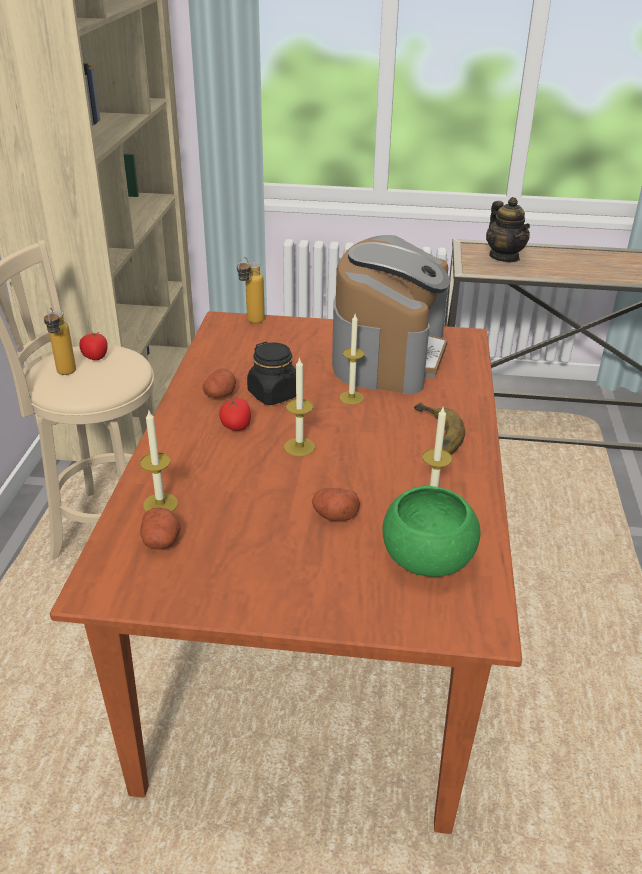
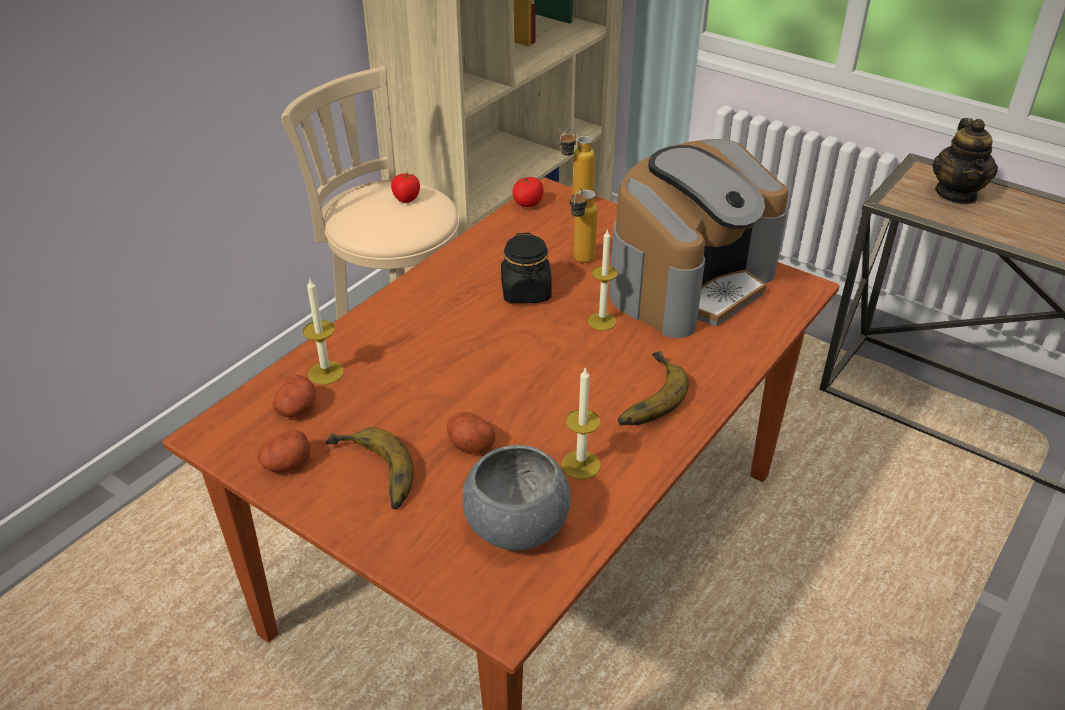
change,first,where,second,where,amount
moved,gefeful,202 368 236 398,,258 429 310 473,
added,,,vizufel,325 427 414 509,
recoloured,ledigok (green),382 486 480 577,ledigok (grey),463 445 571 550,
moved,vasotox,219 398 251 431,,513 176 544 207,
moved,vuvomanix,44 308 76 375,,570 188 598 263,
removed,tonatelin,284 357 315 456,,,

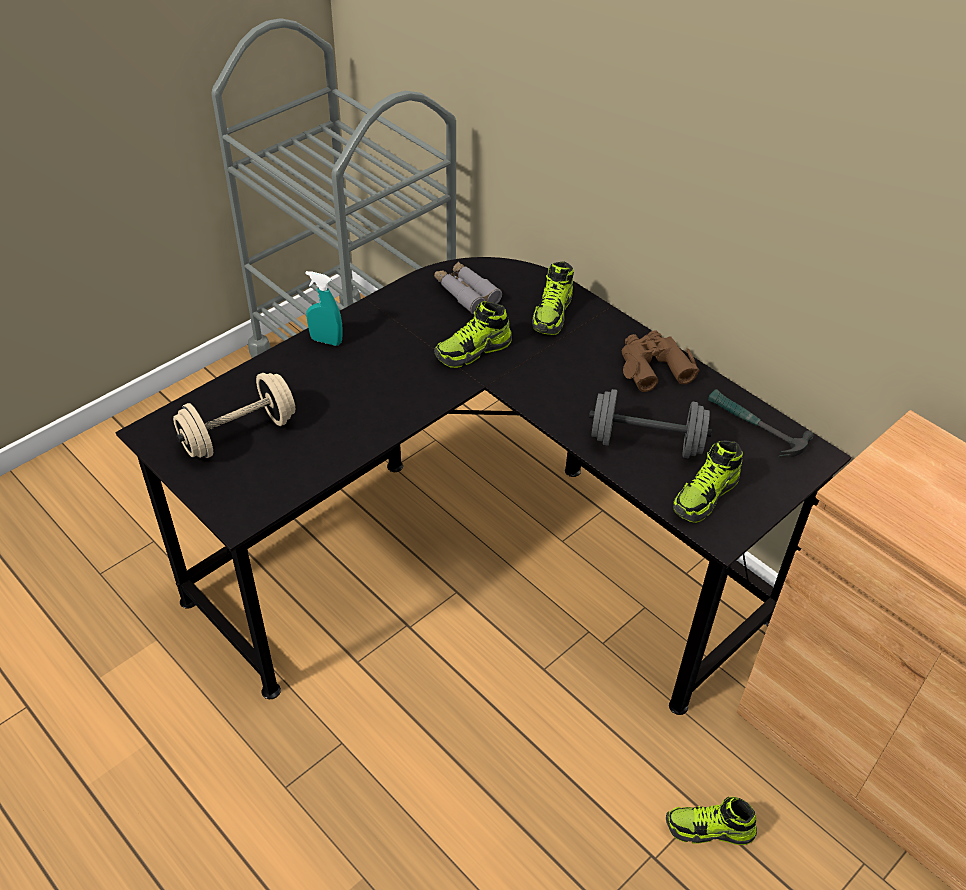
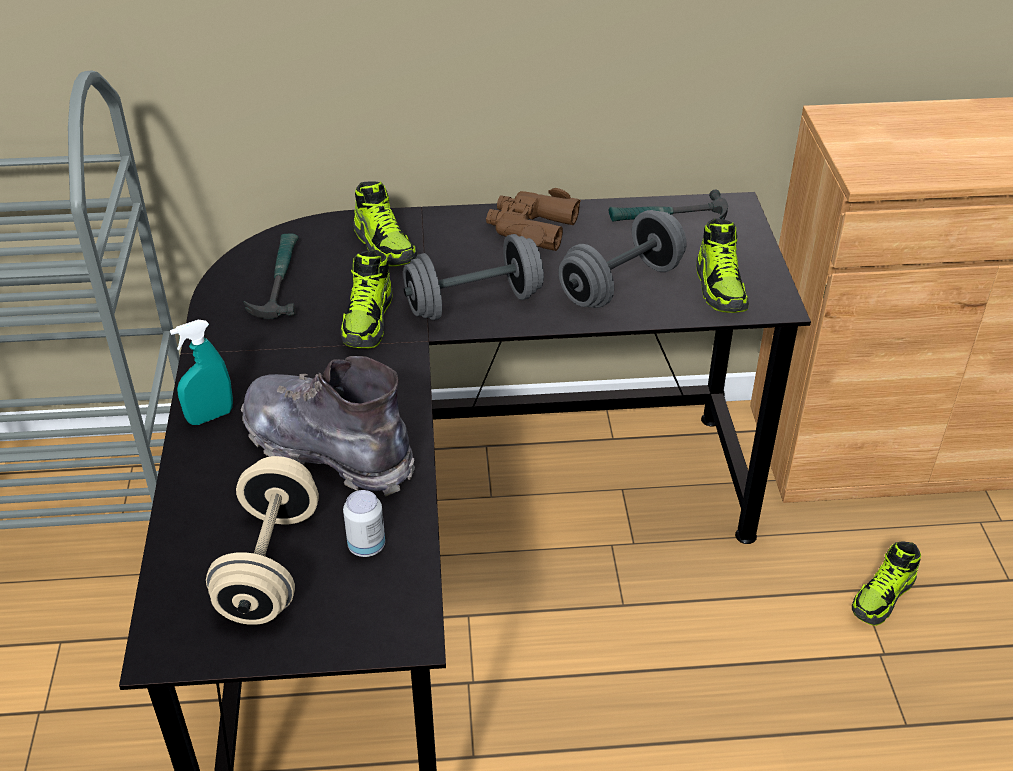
change,first,where,second,where,amount
added,,,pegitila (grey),241 356 415 496,
replaced,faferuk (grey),434 262 502 314,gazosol,244 234 299 319,
added,,,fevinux,343 490 385 557,
added,,,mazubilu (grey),403 234 544 321,

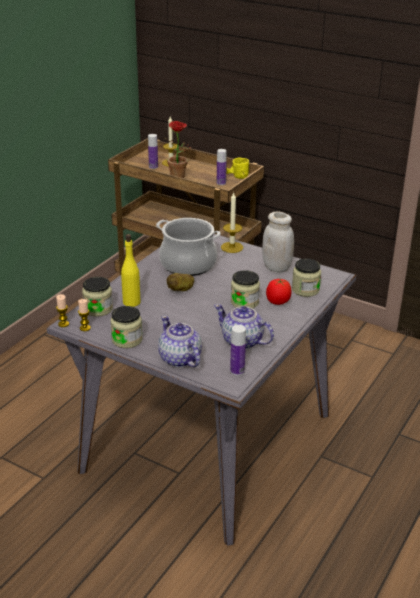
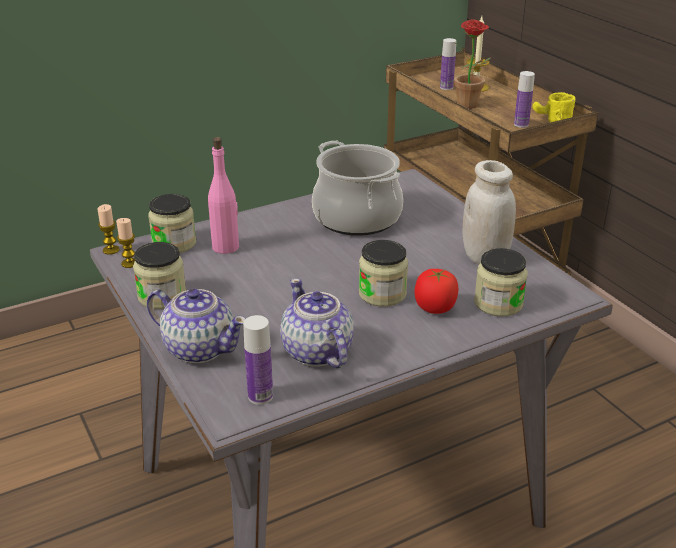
change,first,where,second,where,amount
turned,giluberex,158 316 202 367,,147 289 246 363,120 degrees clockwise
recoloured,vuvomanix (yellow),121 234 141 307,vuvomanix (pink),208 137 239 254,
removed,gefeful,167 273 194 291,,,
removed,tonatelin,221 192 243 253,,,

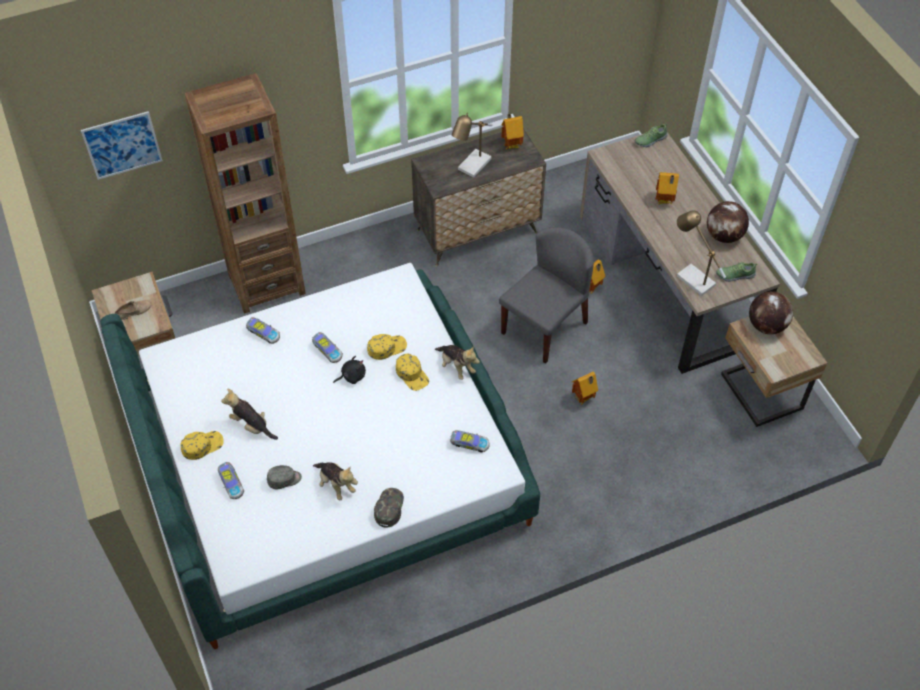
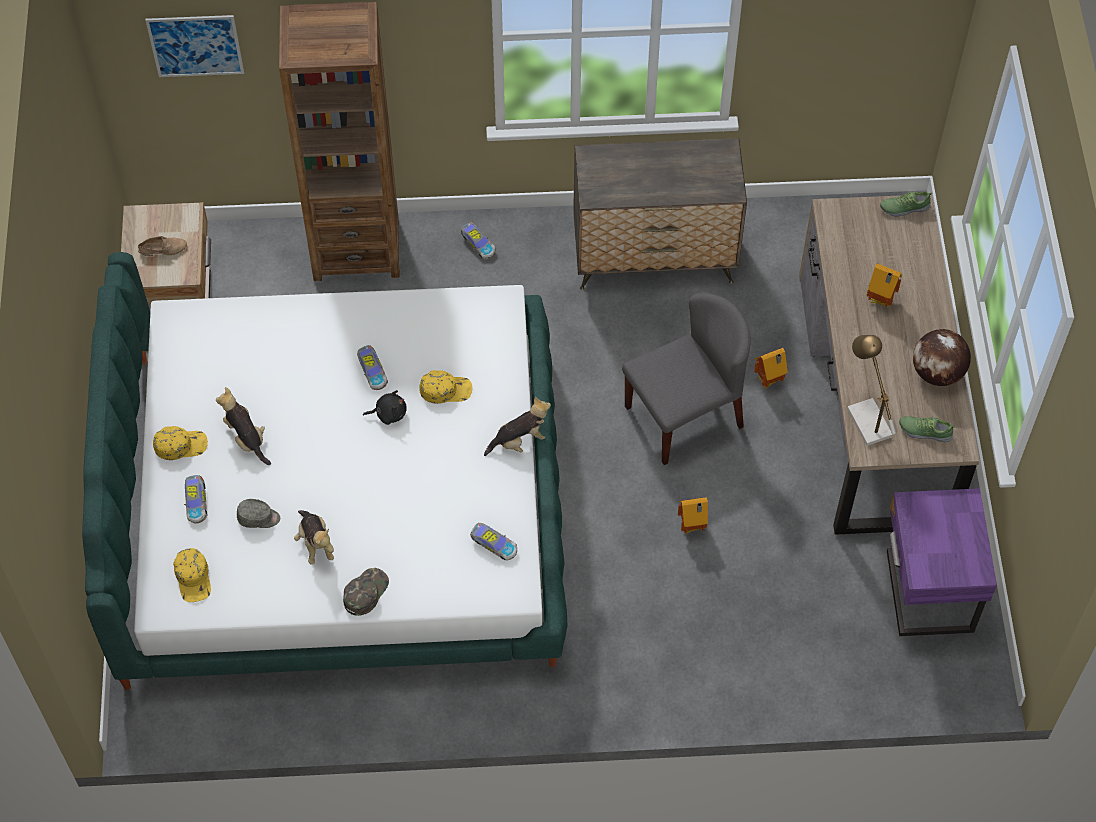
change,first,where,second,where,amount
moved,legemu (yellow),396 354 429 391,,173 548 211 602,
moved,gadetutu,246 317 280 344,,461 222 496 259,
turned,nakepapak,435 345 480 380,,484 396 551 456,90 degrees counterclockwise
recoloured,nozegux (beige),721 317 827 427,nozegux (purple),887 488 997 636,
removed,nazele,452 113 493 178,,,
removed,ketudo,501 114 524 149,,,
removed,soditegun,749 291 793 334,,,

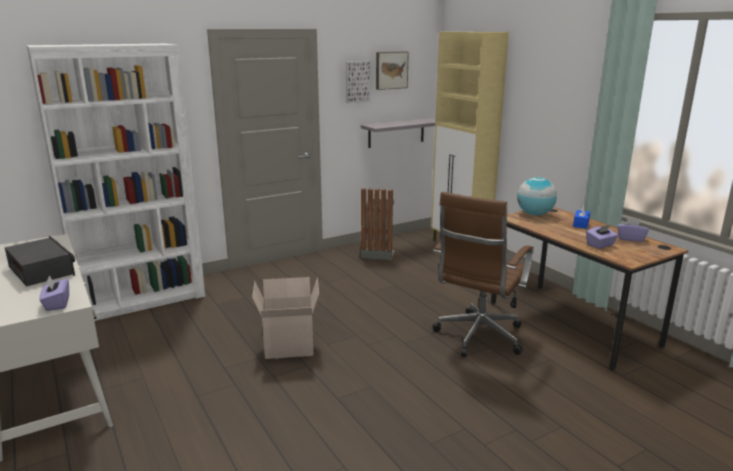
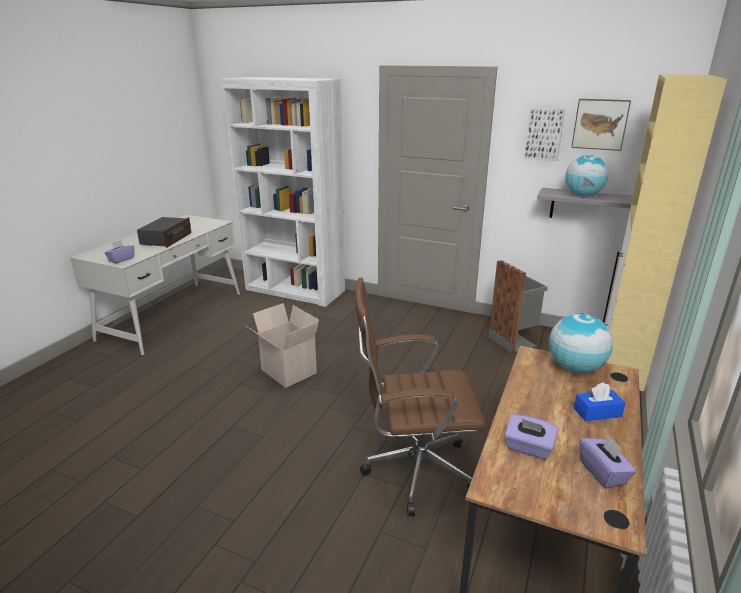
change,first,where,second,where,amount
added,,,soditegun,565 155 609 196,

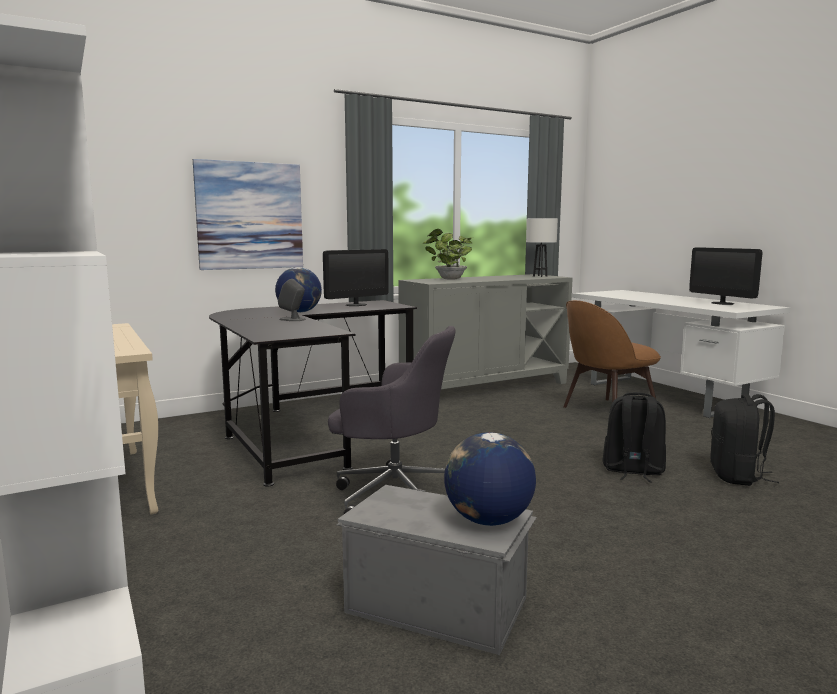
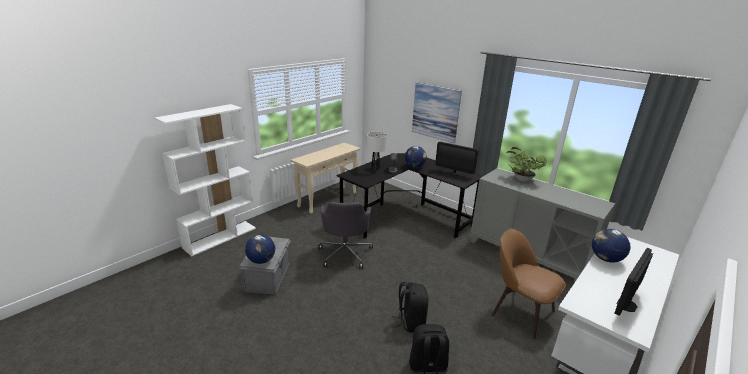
change,first,where,second,where,amount
moved,nazele (white),526 218 558 277,,367 132 387 170,
added,,,soditegun,592 229 630 263,

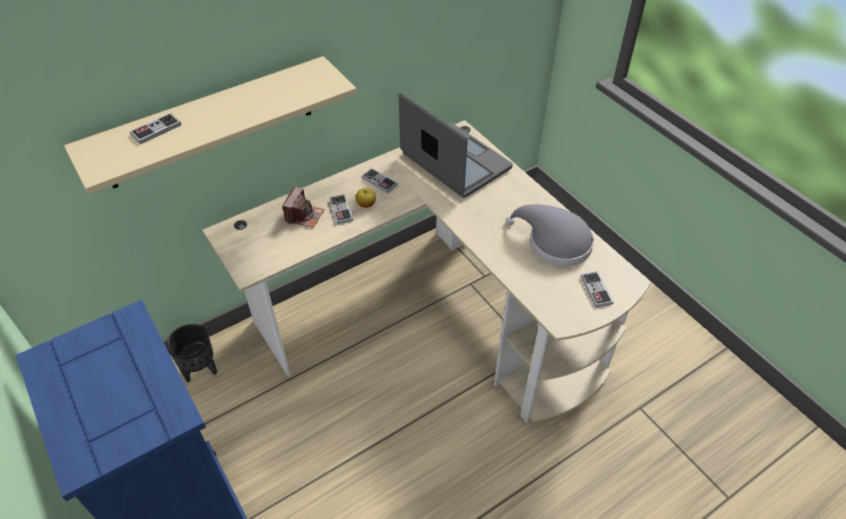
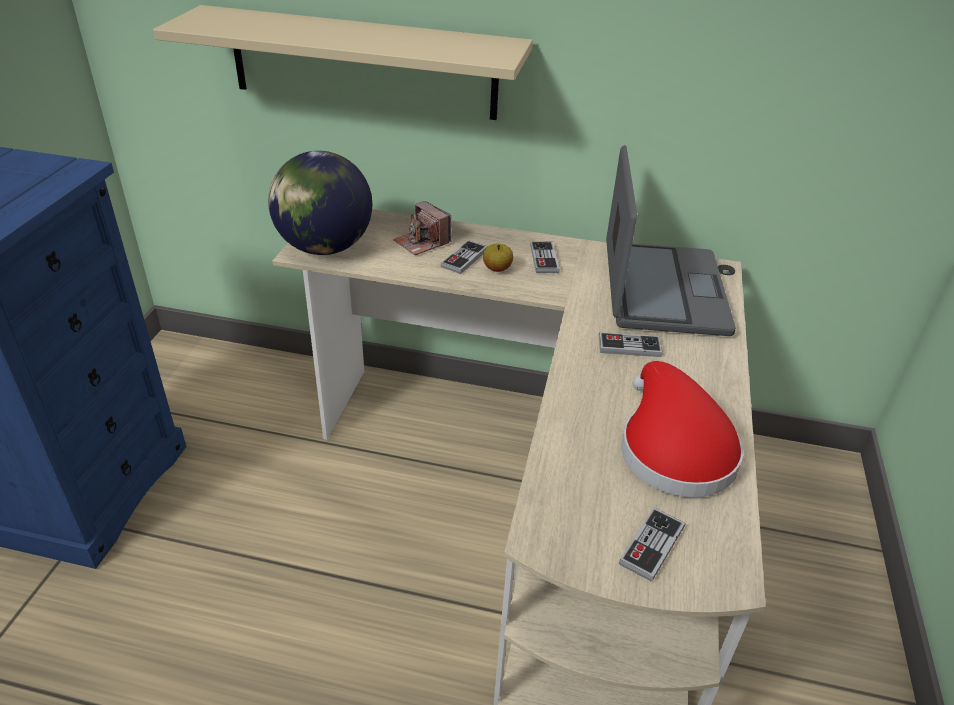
change,first,where,second,where,amount
added,,,soditegun,268 151 372 255,
turned,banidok,282 187 325 228,,393 201 451 255,75 degrees clockwise
moved,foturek,130 113 181 144,,599 332 662 357,
recoloured,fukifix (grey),506 204 594 266,fukifix (red),621 361 743 497,
removed,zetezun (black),167 324 217 382,,,

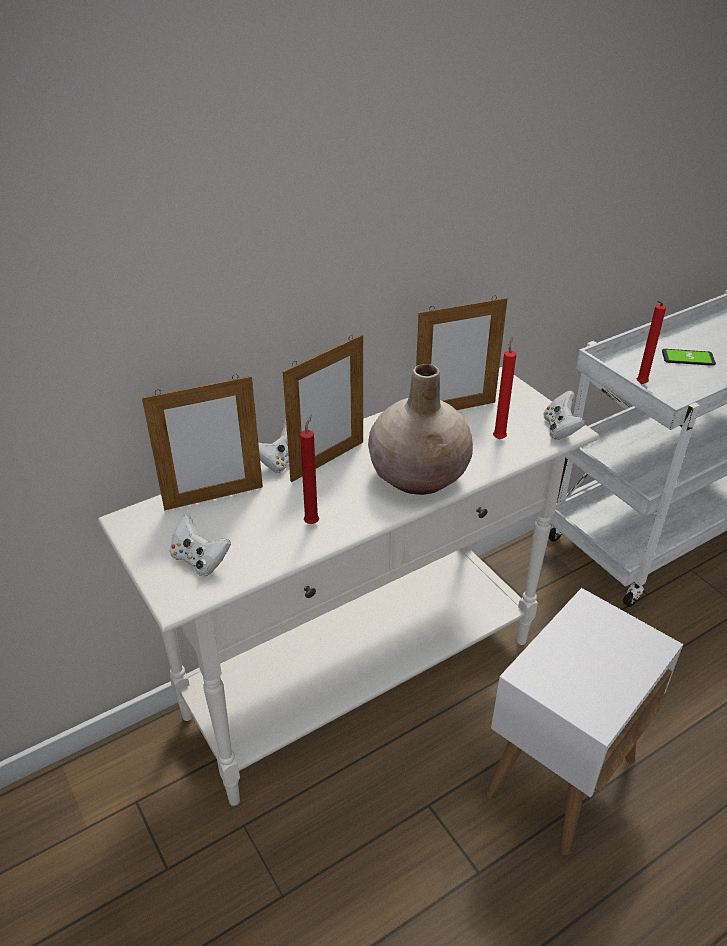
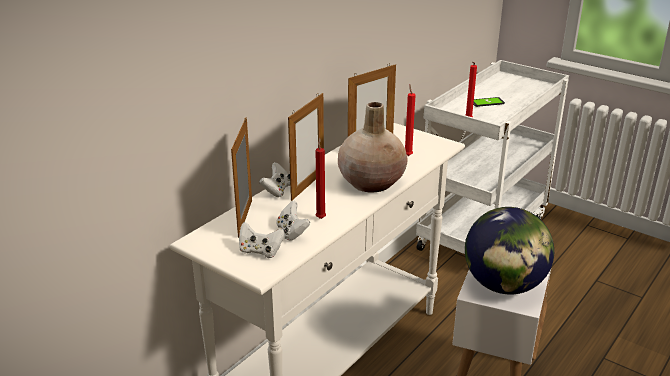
change,first,where,second,where,amount
turned,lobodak,142 374 263 511,,231 117 252 238,135 degrees clockwise
moved,foturek (white),544 391 585 440,,276 201 310 241,
added,,,soditegun,465 207 554 294,

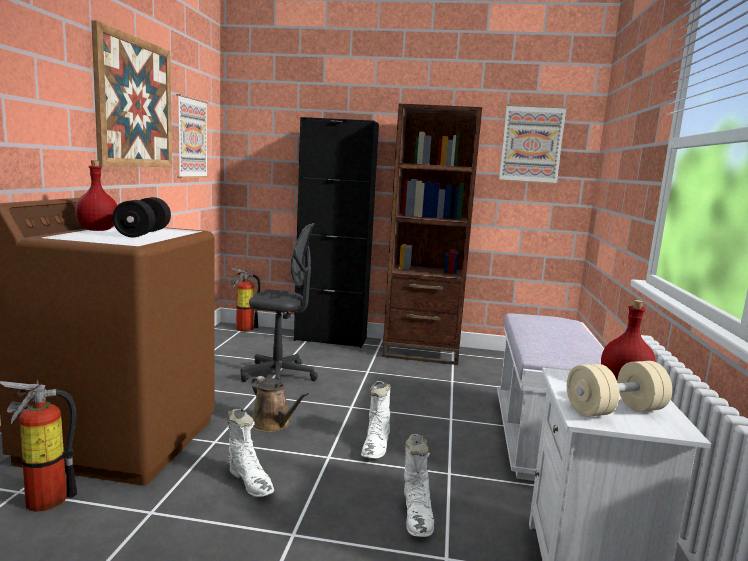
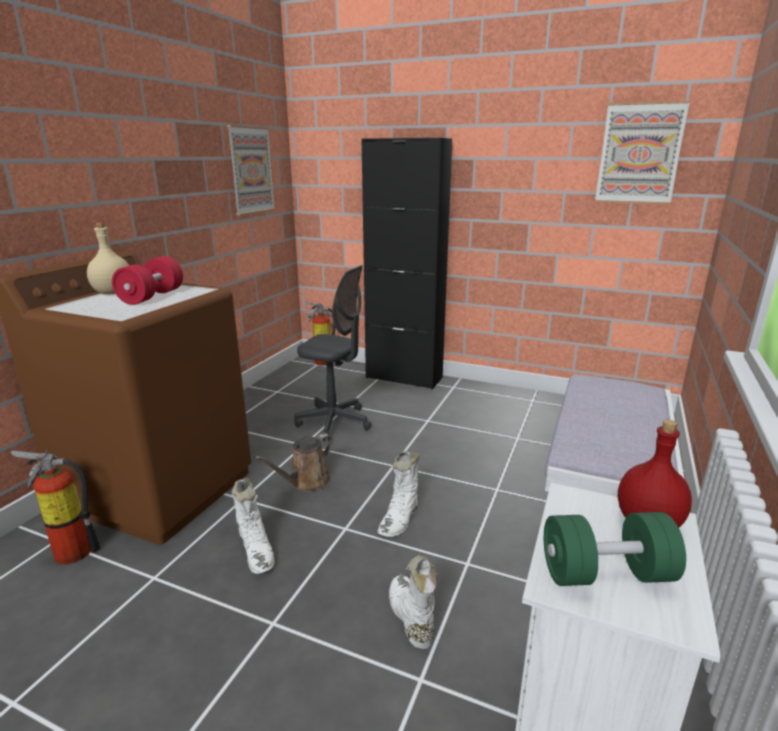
change,first,where,second,where,amount
recoloured,vuvomanix (red),75 160 117 231,vuvomanix (beige),87 222 129 294,
recoloured,mazubilu (black),113 197 171 237,mazubilu (red),112 256 183 305,
turned,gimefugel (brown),251 376 309 432,,255 433 334 492,75 degrees clockwise
turned,pegitila (white),404 434 434 537,,389 555 437 649,150 degrees clockwise
recoloured,mazubilu (beige),567 361 672 417,mazubilu (green),544 512 686 586,
removed,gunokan,91 20 172 167,,,
removed,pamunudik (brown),382 104 482 365,,,

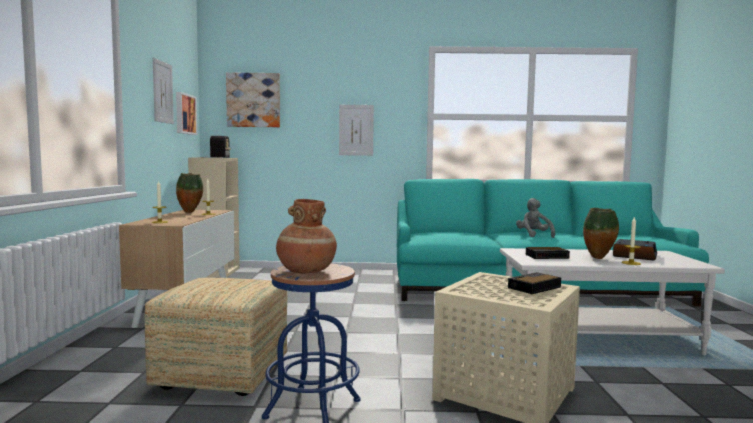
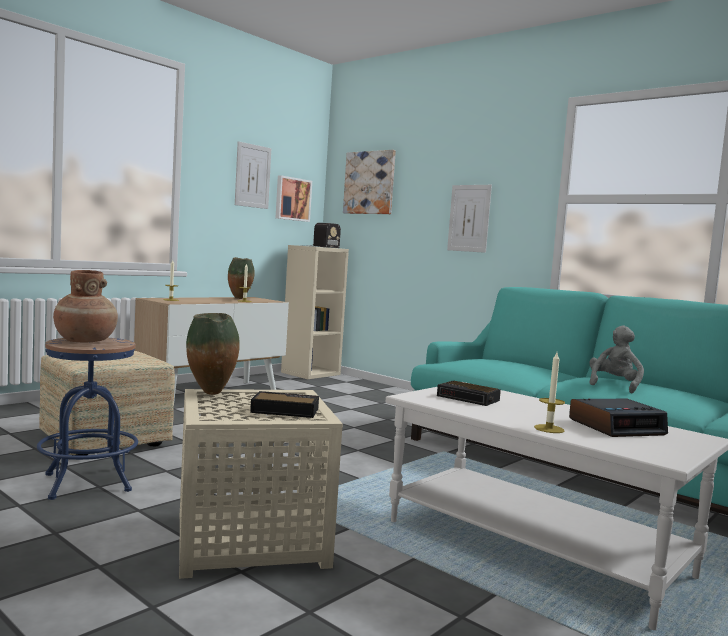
change,first,where,second,where,amount
moved,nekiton,583 208 619 259,,186 313 240 395,

